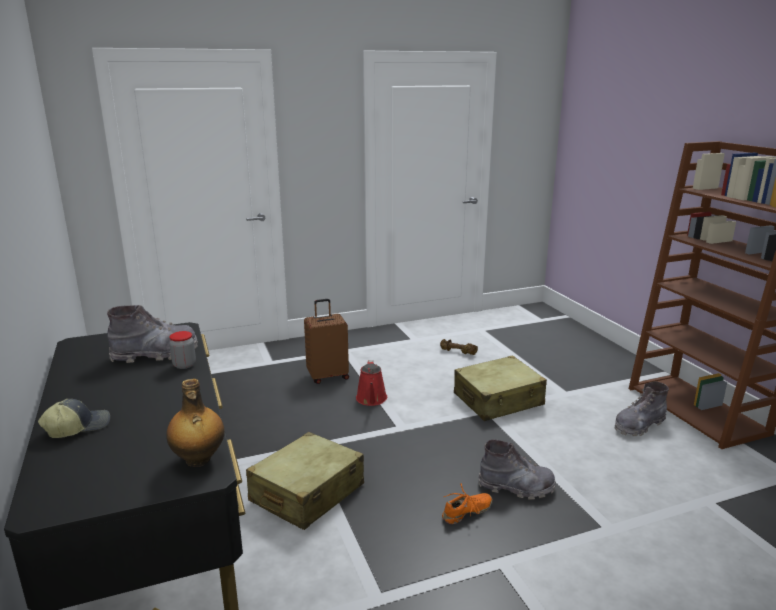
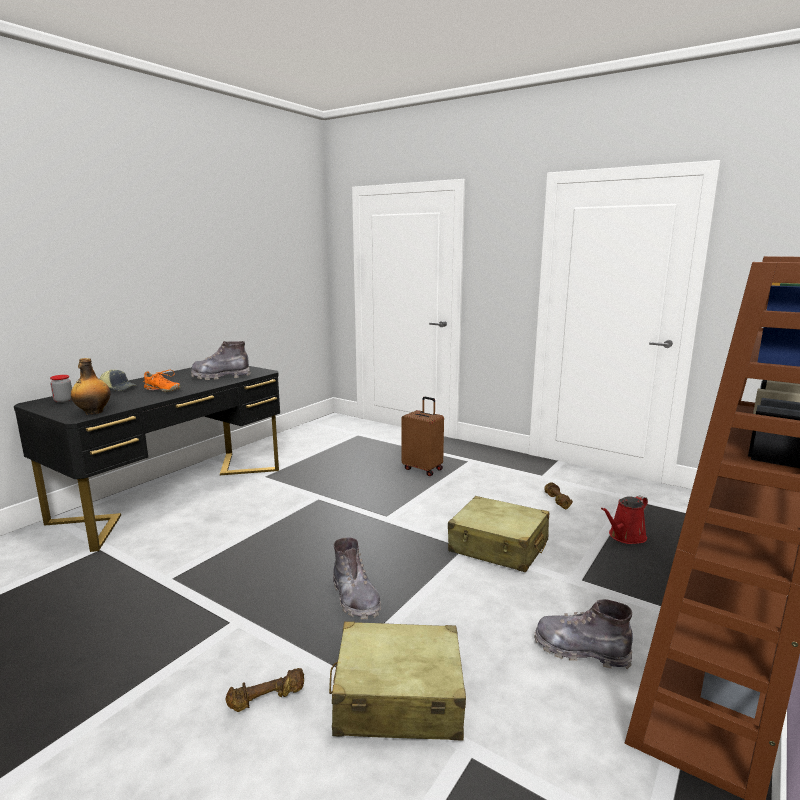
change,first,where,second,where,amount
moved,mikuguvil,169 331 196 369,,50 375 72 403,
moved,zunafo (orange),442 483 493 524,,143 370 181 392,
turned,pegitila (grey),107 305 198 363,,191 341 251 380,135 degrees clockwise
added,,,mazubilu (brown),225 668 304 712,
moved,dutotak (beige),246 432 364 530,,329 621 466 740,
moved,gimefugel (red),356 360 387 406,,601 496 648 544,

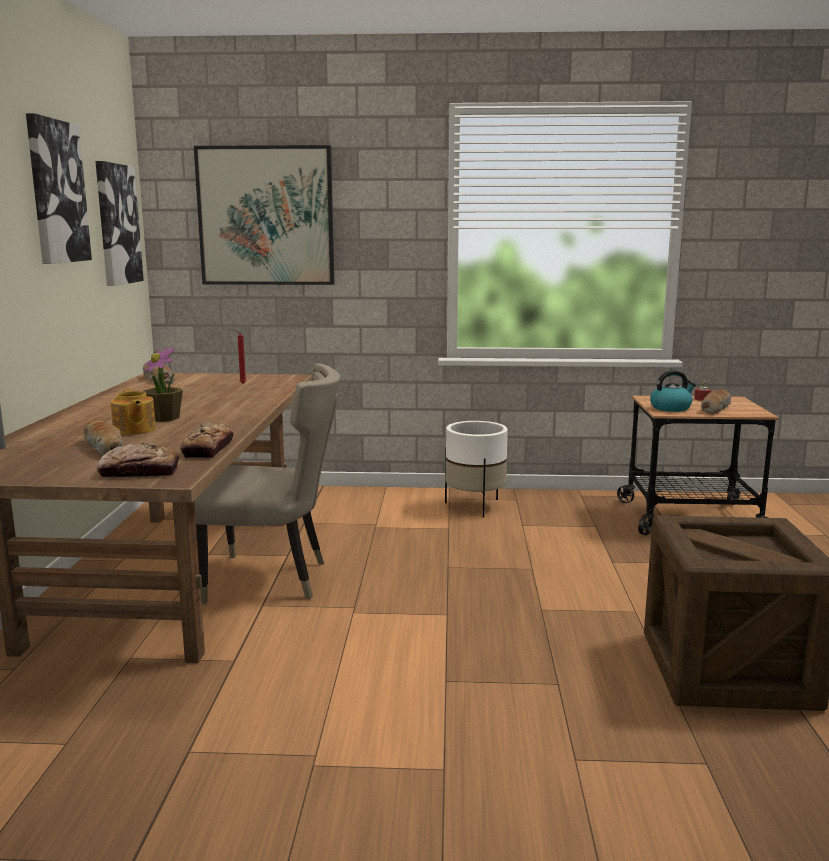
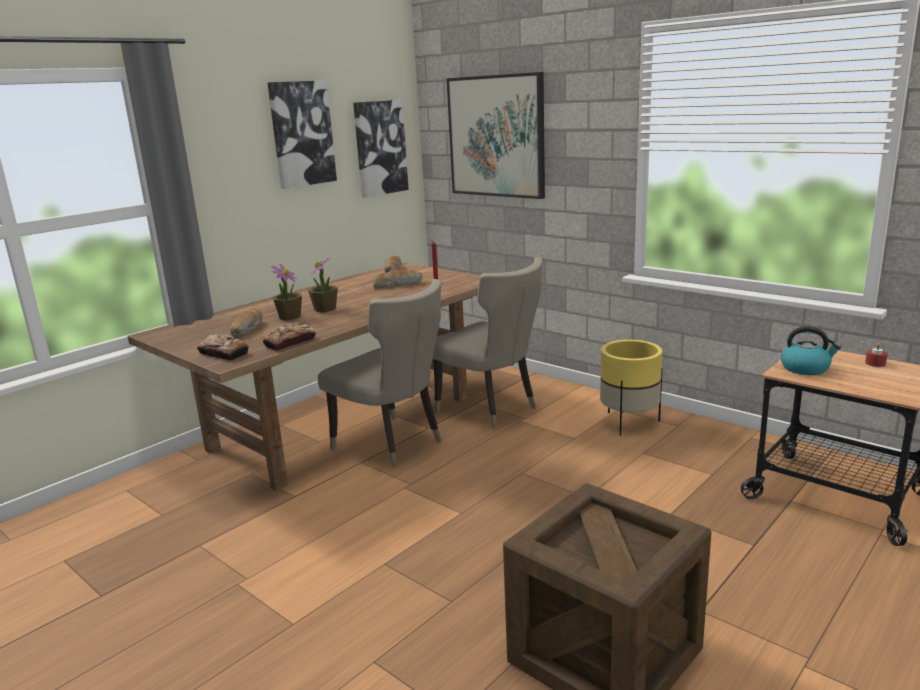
change,first,where,second,where,amount
replaced,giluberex,111 389 156 435,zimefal,271 264 302 320,
moved,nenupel,701 390 731 415,,373 270 422 289,
added,,,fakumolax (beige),432 258 543 428,
recoloured,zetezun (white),445 421 508 517,zetezun (yellow),600 340 662 436,

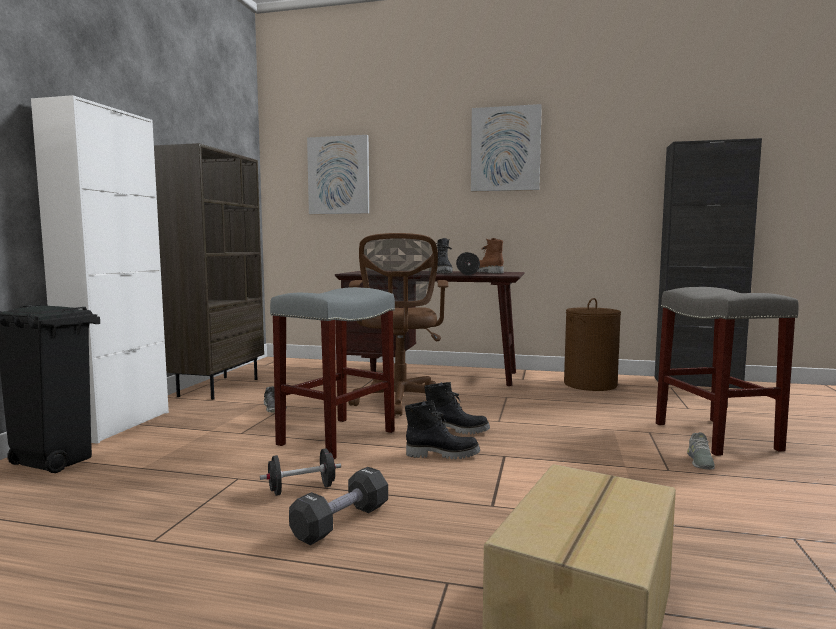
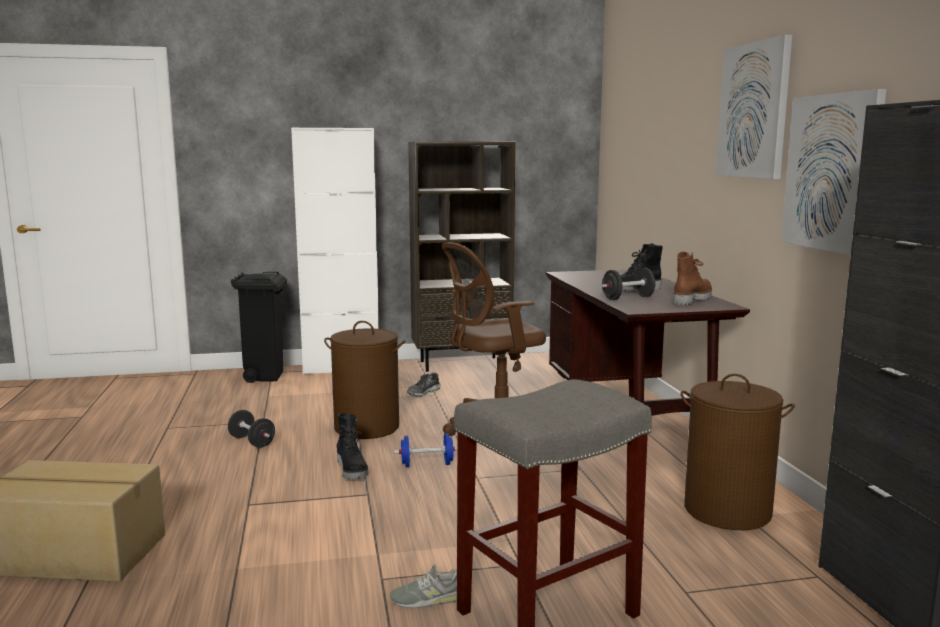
change,first,where,second,where,amount
replaced,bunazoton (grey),270 287 395 459,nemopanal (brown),324 321 406 439,
replaced,pegitila (black),424 382 490 435,mazubilu (blue),394 433 457 467,
moved,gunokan,307 135 369 214,,781 89 887 255,
removed,mazubilu (black),289 467 388 545,,,

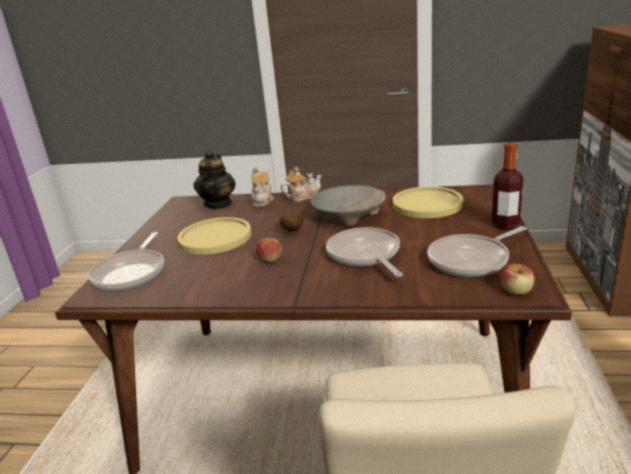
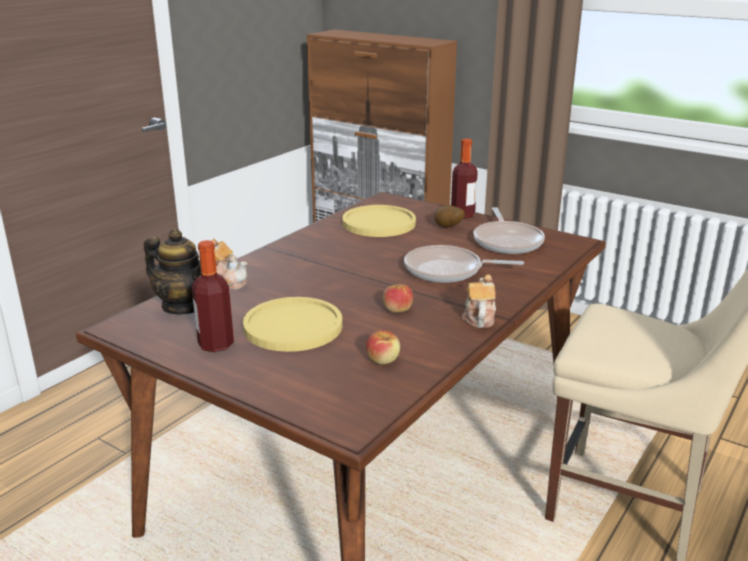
change,first,where,second,where,amount
added,,,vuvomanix,192 240 234 352,
moved,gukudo,501 264 535 295,,366 330 400 364,
moved,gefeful,280 210 303 231,,434 205 465 228,
moved,giluberex,281 167 322 202,,462 274 496 328,
removed,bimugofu,88 232 164 291,,,
removed,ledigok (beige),311 185 386 226,,,

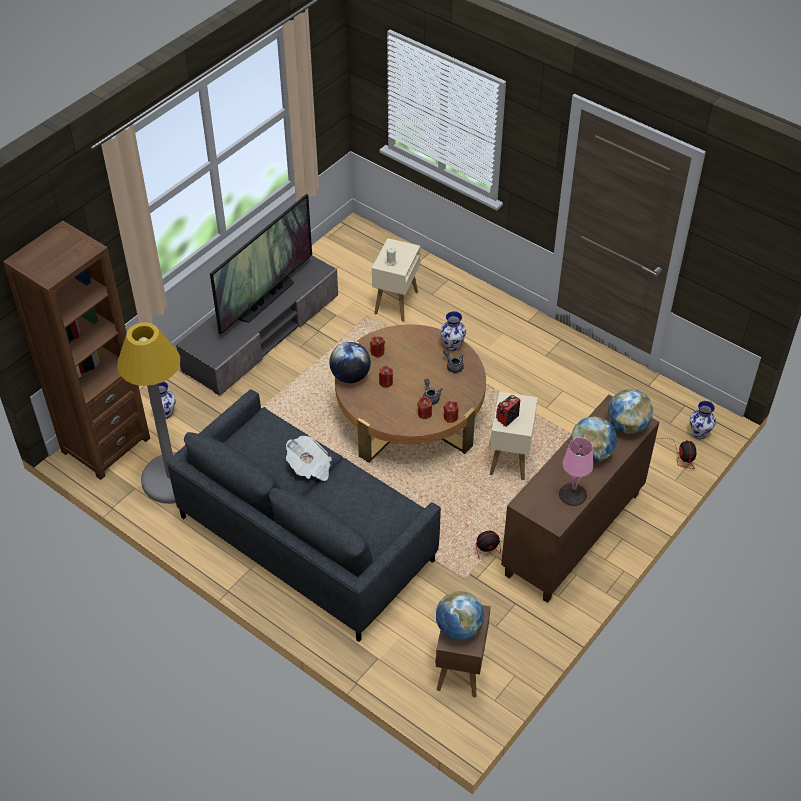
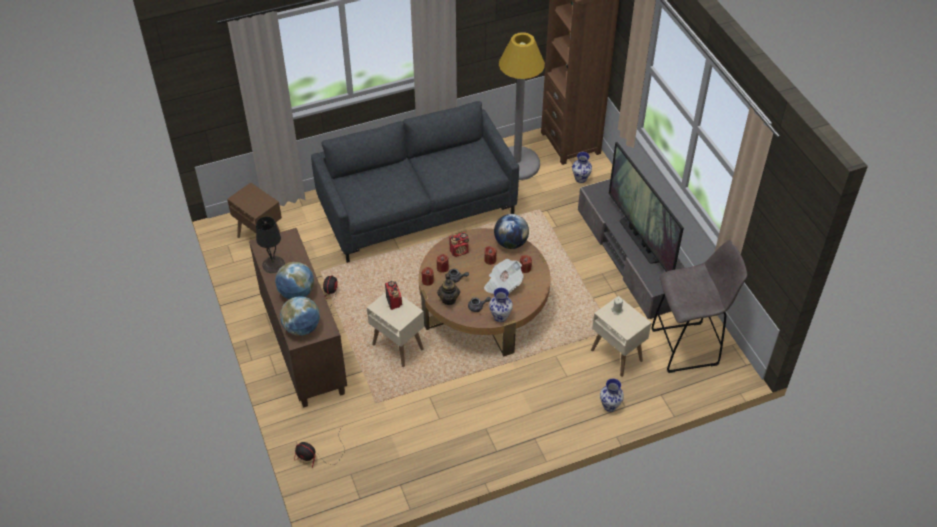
change,first,where,second,where,amount
recoloured,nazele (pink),559 438 593 506,nazele (black),256 217 285 273,
added,,,giluberex,437 273 460 305,
added,,,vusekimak,450 232 469 257,
moved,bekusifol,286 436 332 481,,484 259 524 294,
moved,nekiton,690 401 716 439,,600 379 624 412,
added,,,bunazoton (grey),651 241 748 373,
removed,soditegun,436 591 484 641,,,

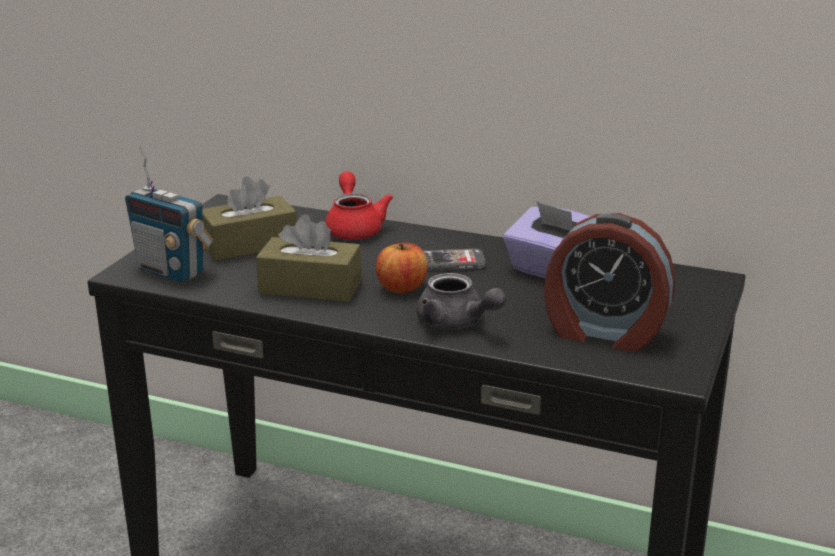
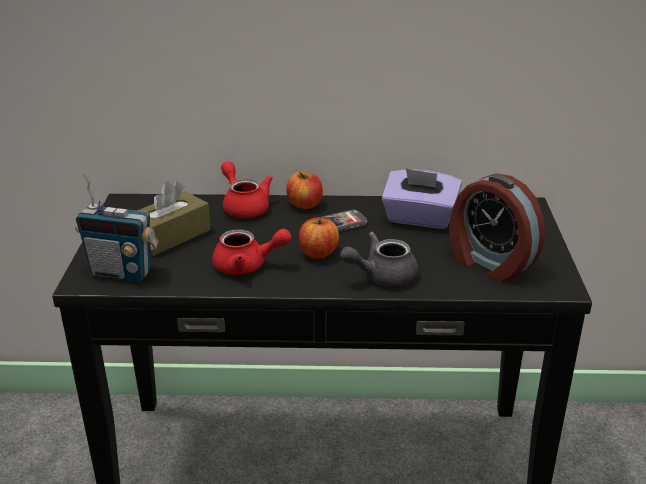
change,first,where,second,where,amount
replaced,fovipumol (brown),256 214 361 302,giluberex (red),212 229 292 275,
added,,,gukudo,286 172 323 209,
turned,giluberex (grey),417 273 506 330,,340 232 418 286,135 degrees clockwise
turned,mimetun,544 213 675 352,,449 173 545 282,45 degrees clockwise

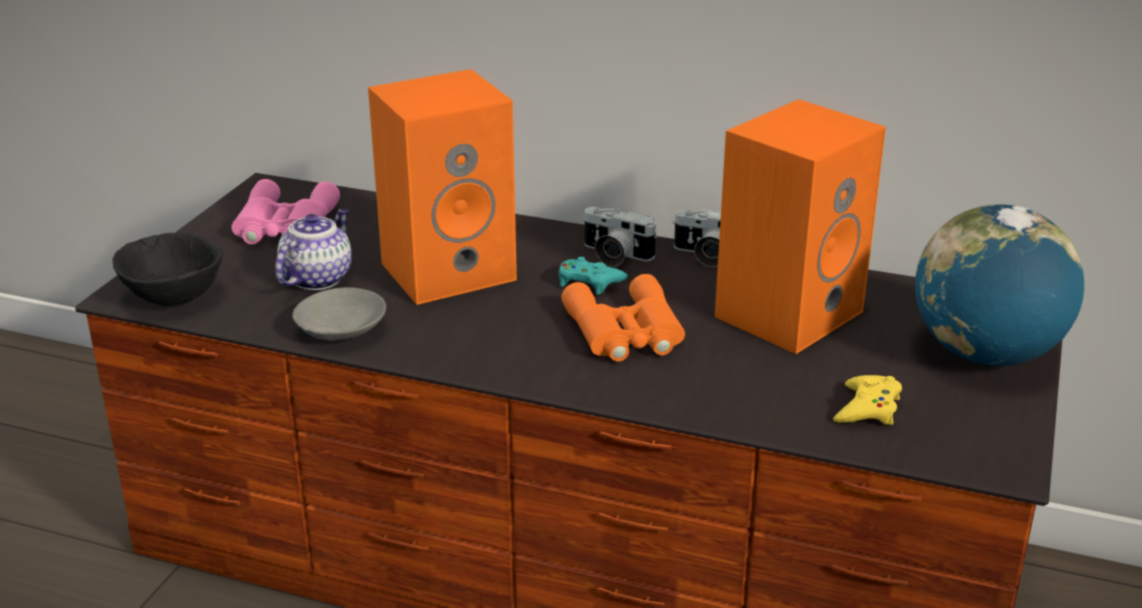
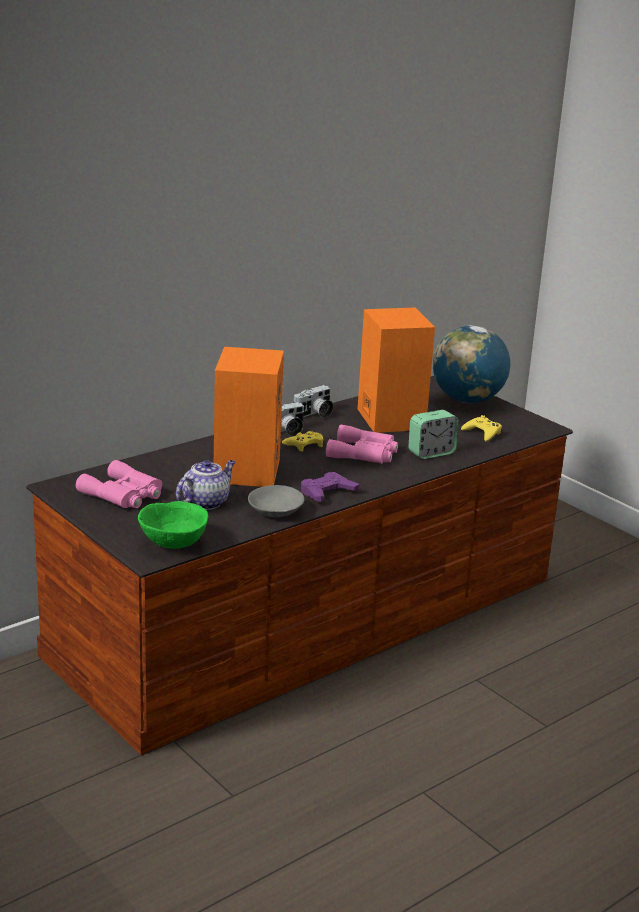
change,first,where,second,where,amount
recoloured,ledigok (black),112 233 223 306,ledigok (green),138 501 208 549,
turned,giluberex,275 208 352 290,,176 460 235 510,75 degrees clockwise
recoloured,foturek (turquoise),559 257 628 295,foturek (yellow),282 431 324 452,
added,,,foturek (purple),301 472 359 502,
recoloured,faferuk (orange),561 274 685 362,faferuk (pink),326 425 398 464,
added,,,mimetun,408 410 459 459,

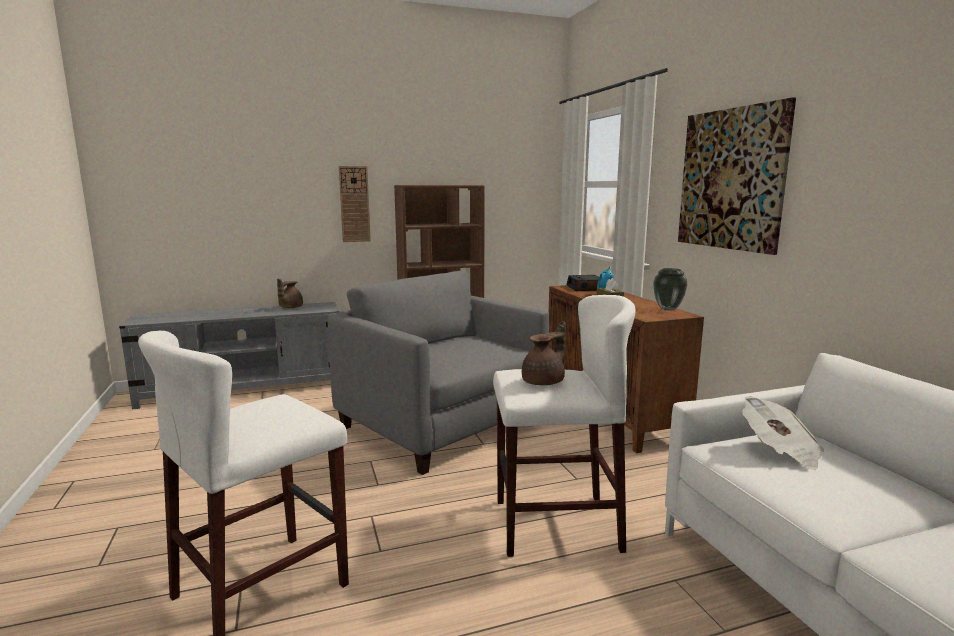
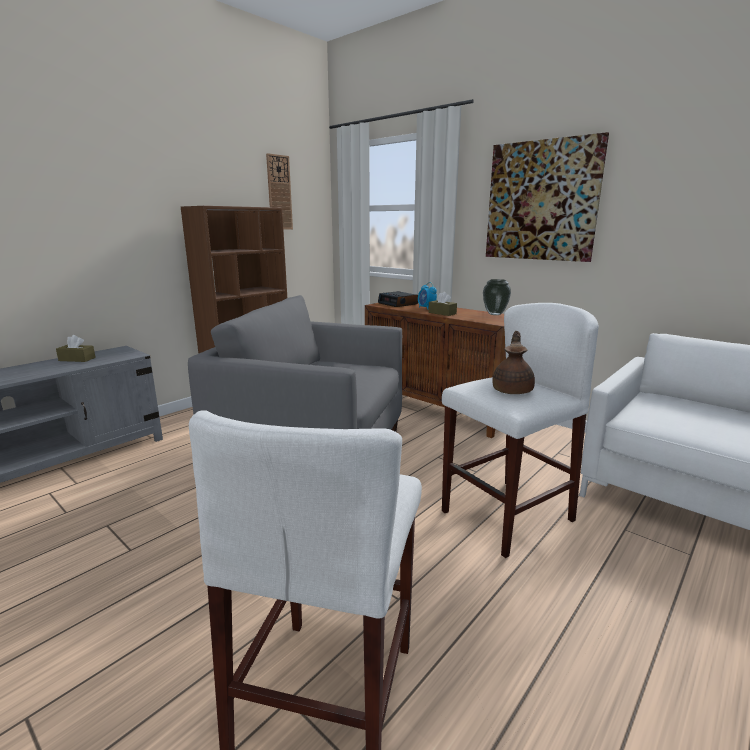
change,first,where,second,where,amount
replaced,giluberex (brown),277 279 303 308,fovipumol (brown),56 335 96 362,
moved,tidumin,339 166 371 242,,266 153 293 230,
removed,bekusifol,742 396 824 470,,,

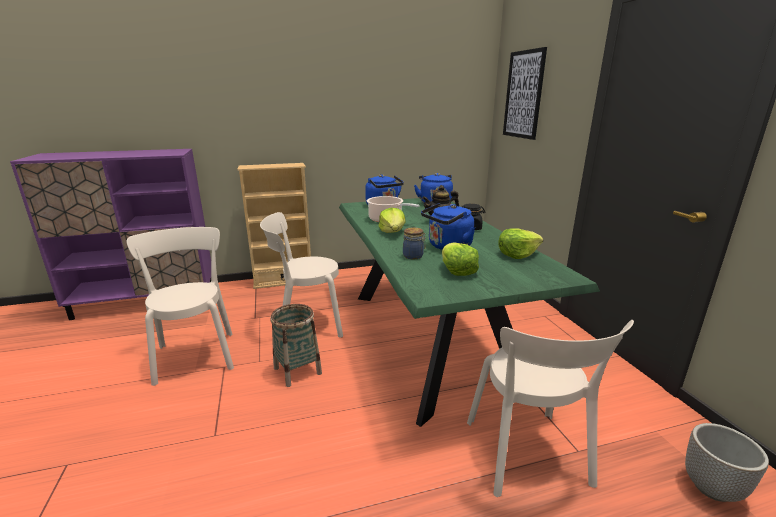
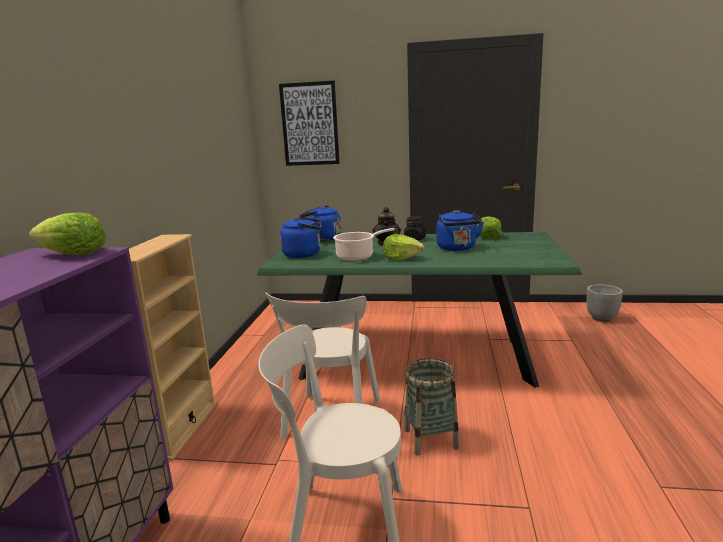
change,first,where,second,where,amount
moved,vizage,442 242 479 276,,29 212 106 255,
removed,mikuguvil,403 227 426 259,,,
removed,fakumolax (beige),467 320 634 497,,,

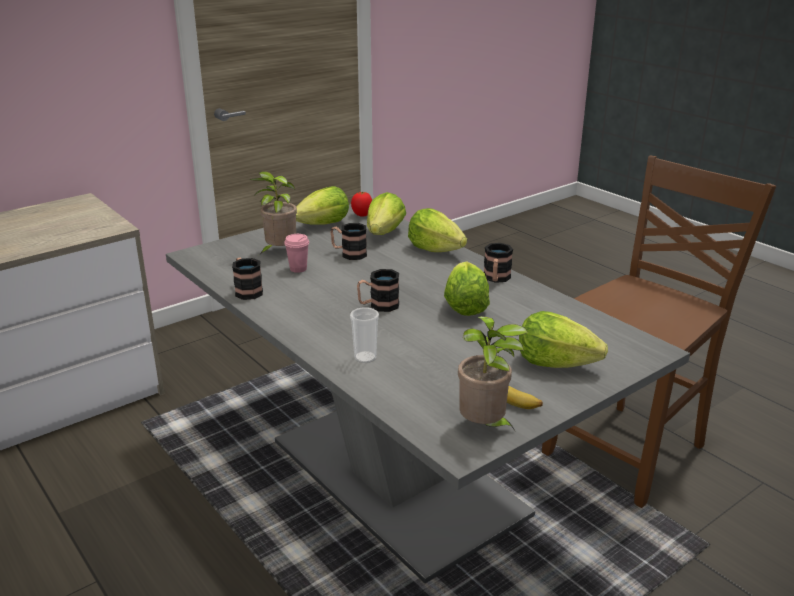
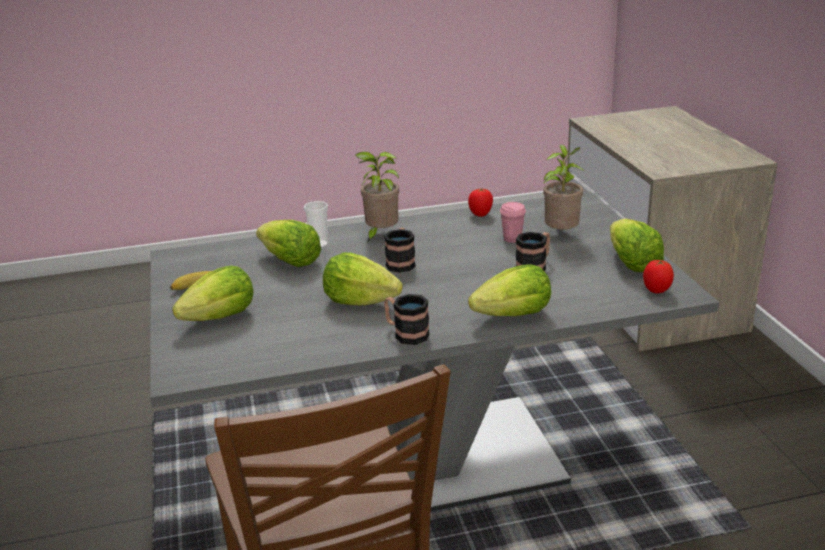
change,first,where,second,where,amount
moved,vizage,367 192 406 235,,256 220 321 267,
moved,zimefal,458 316 528 429,,355 152 399 242,
replaced,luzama,232 258 263 300,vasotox,468 188 493 217,

